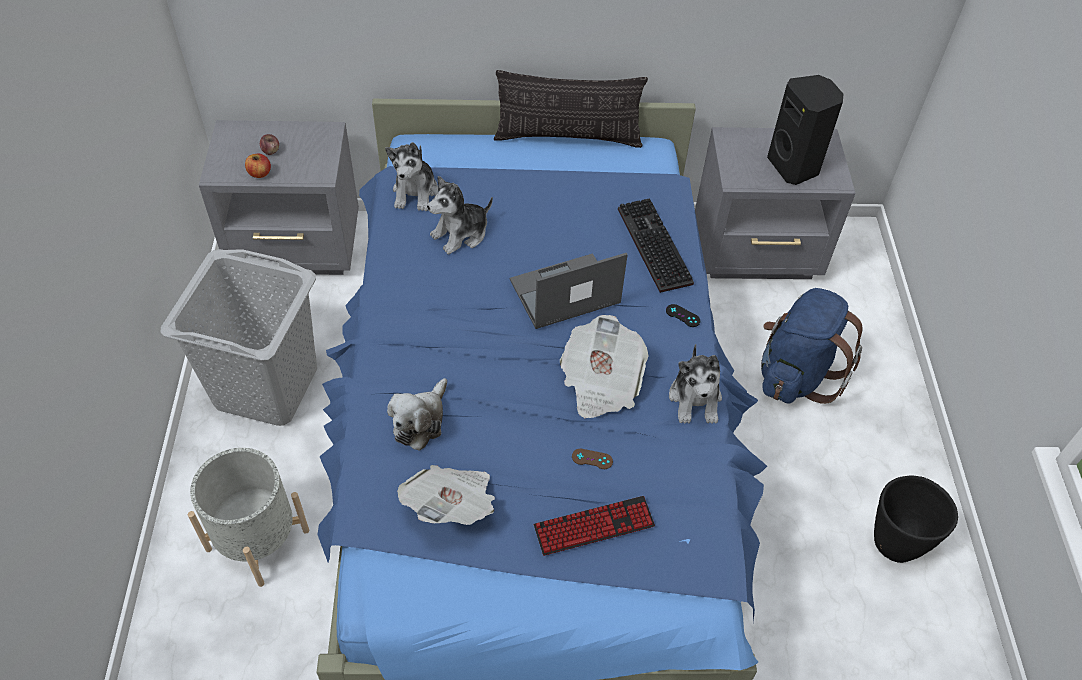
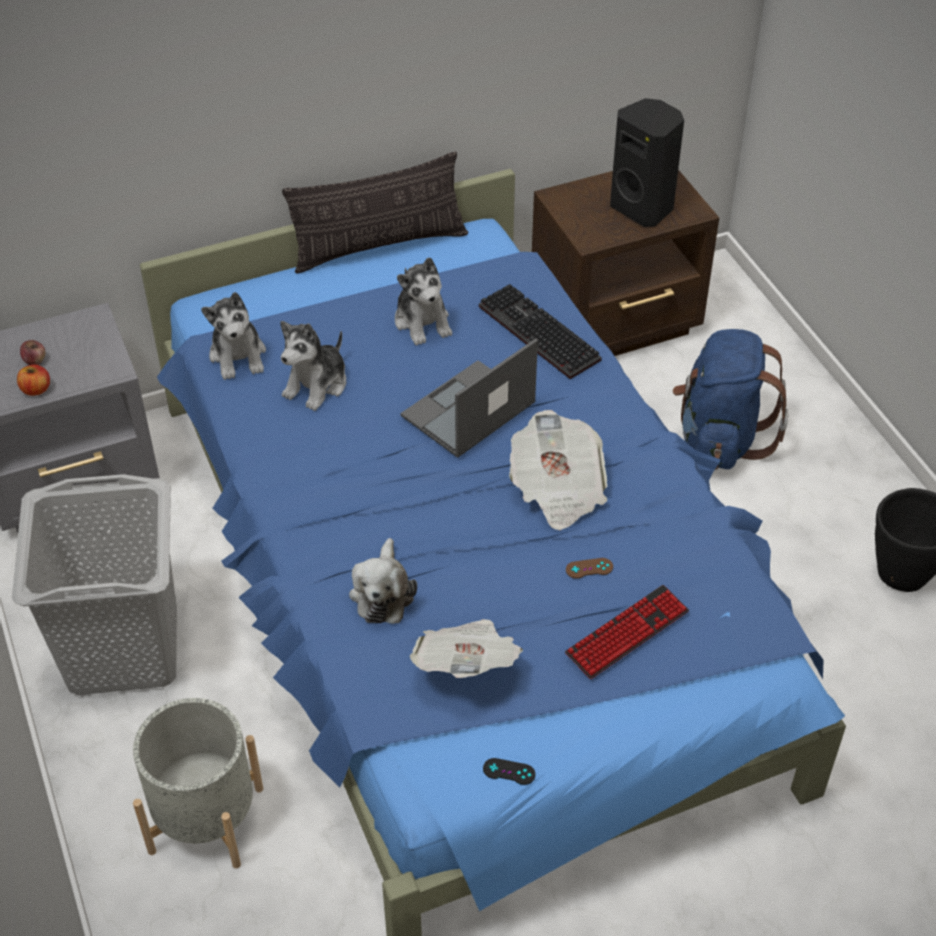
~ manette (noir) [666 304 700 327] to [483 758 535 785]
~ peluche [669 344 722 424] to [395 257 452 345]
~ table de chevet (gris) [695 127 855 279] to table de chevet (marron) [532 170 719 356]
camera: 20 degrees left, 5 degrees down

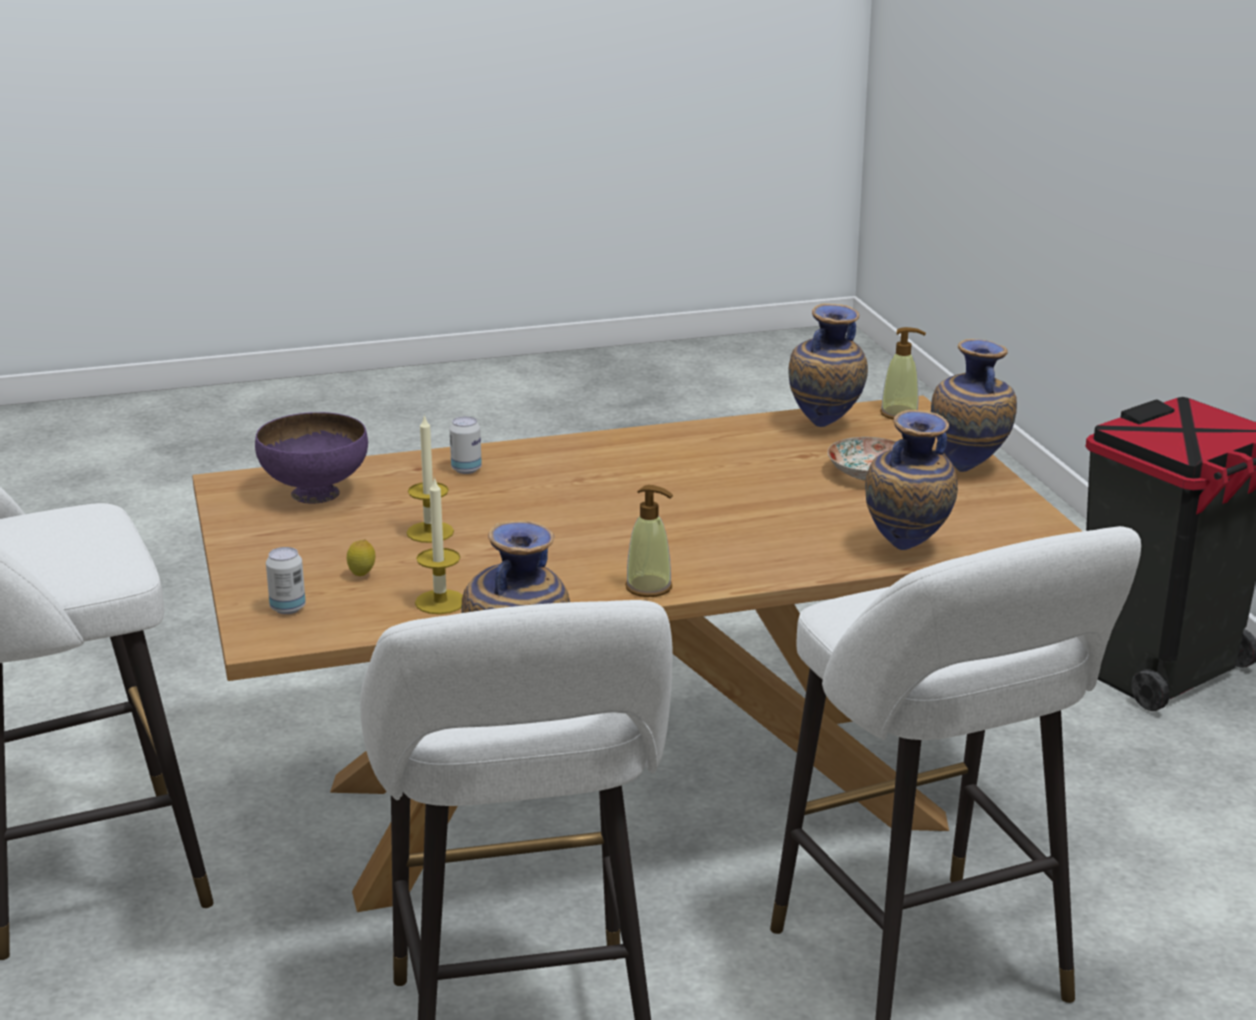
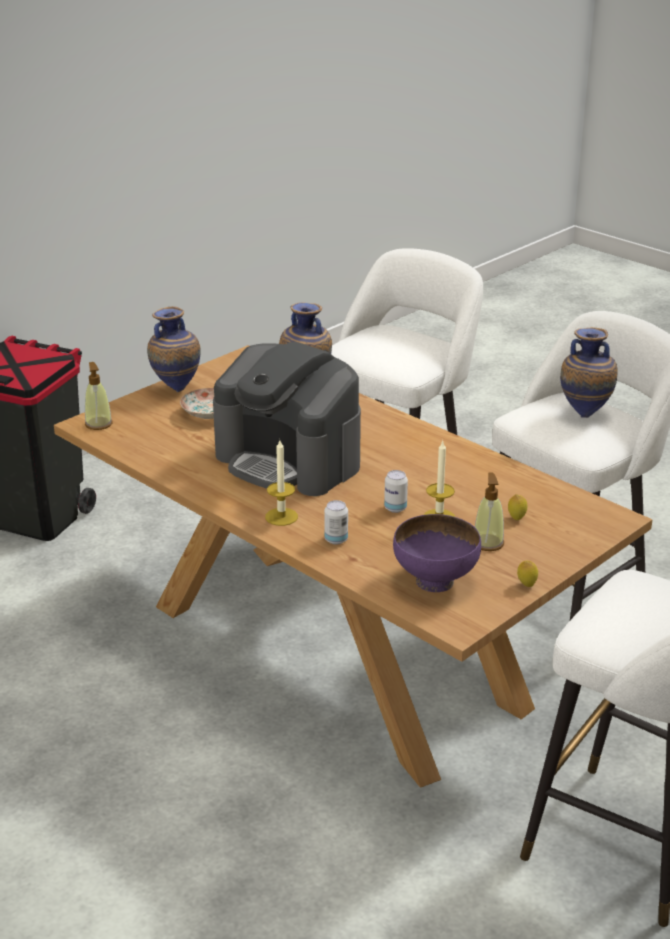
- vase [788 304 868 427]
+ machine à café [213 342 361 496]
+ citron [517 561 538 587]
~ boîte métallique [266 547 306 614] to [384 470 408 513]
~ bougie [415 477 463 614] to [265 440 298 526]
~ distributeur de savon [625 485 673 597] to [475 472 504 551]
camera: 120 degrees left, 5 degrees up

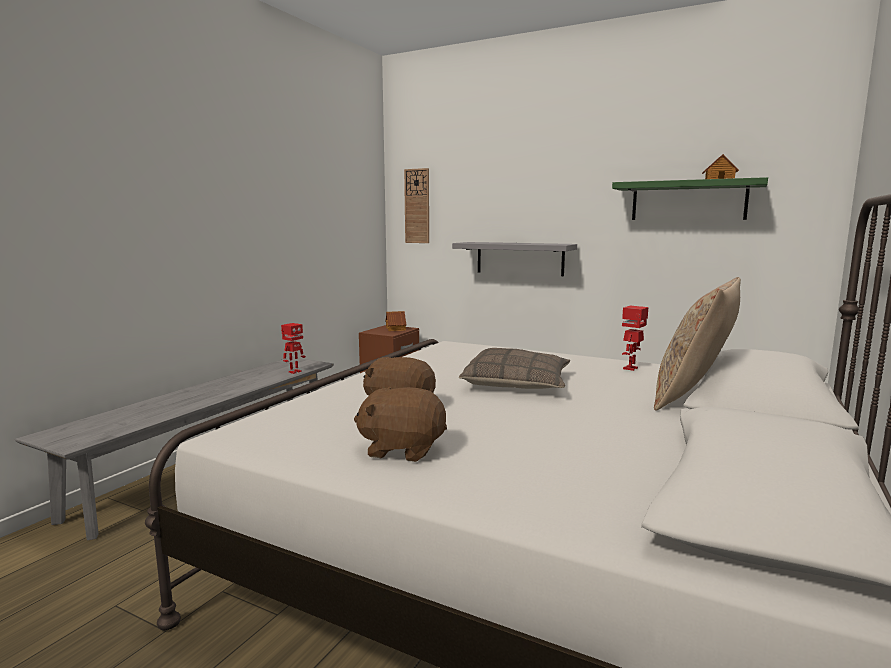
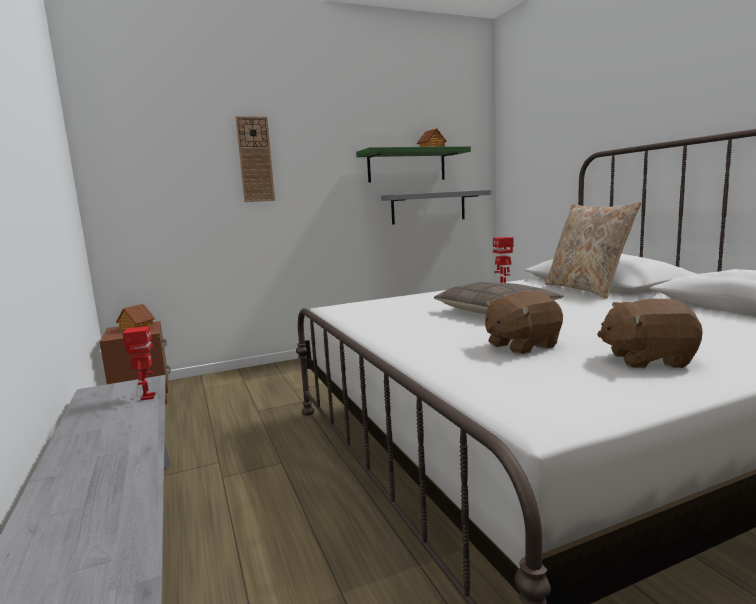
~ horloge murale [404 168 429 243] to [236 116 275 202]
~ étagère (gris) [452 242 577 276] to [381 190 491 225]
~ peluche (marron) [354 387 447 462] = [597 299 703 368] 45 degrees clockwise
camera: 50 degrees left, 0 degrees up

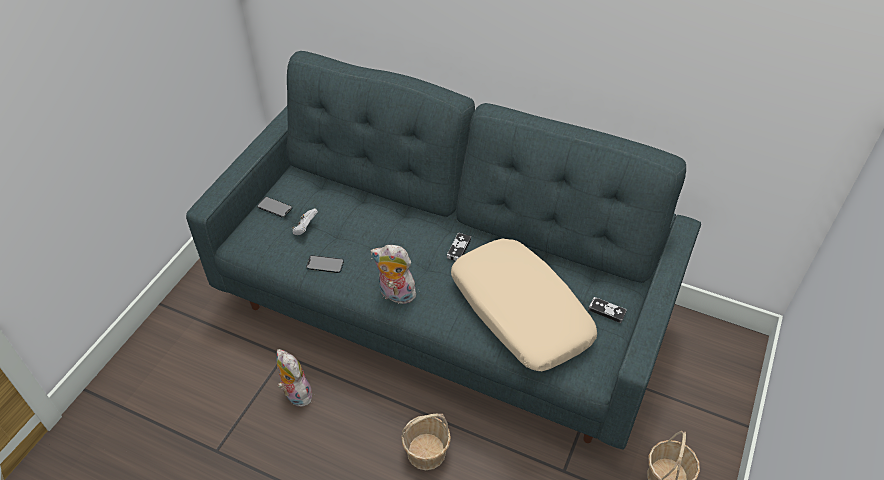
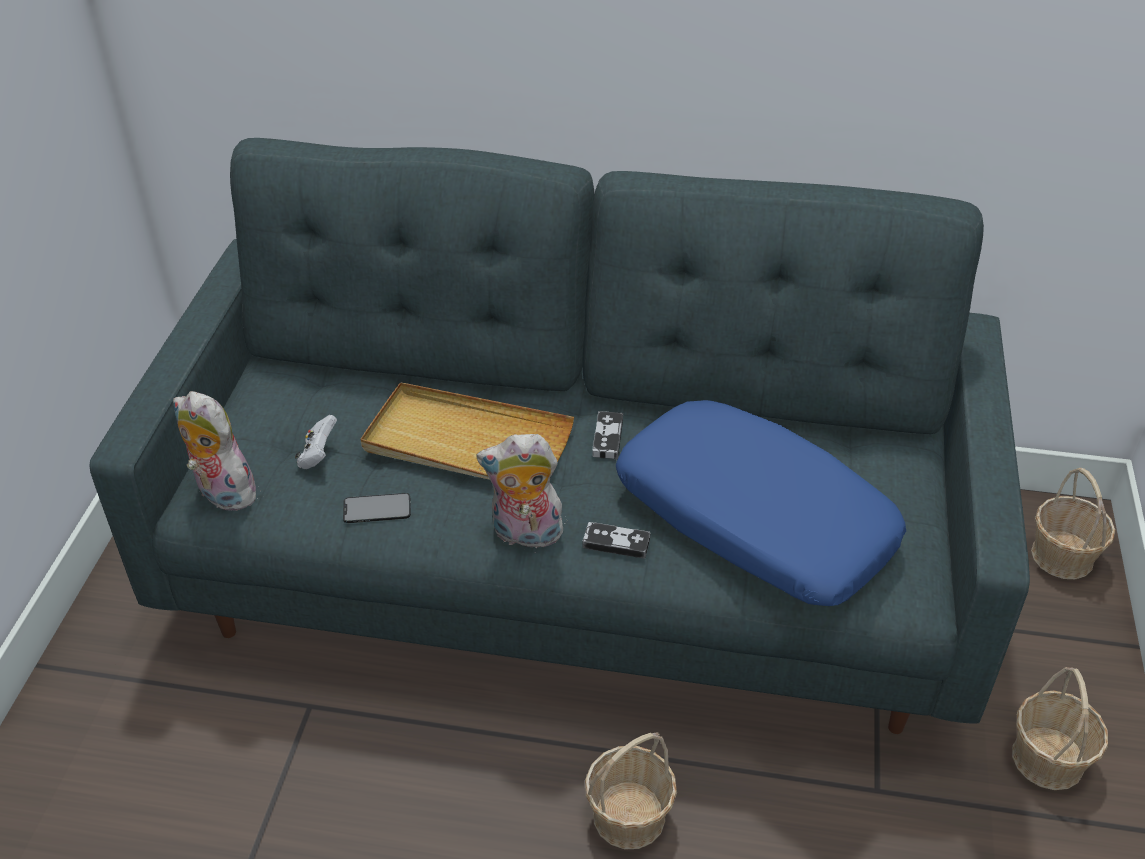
- téléphone [257 197 292 218]
+ plateau (beige) [360 382 574 480]
+ panier [1031 468 1115 579]
~ peluche [276 349 312 407] to [173 391 259 511]
~ manette [588 297 627 323] to [583 522 650 559]
~ coussin (beige) [451 238 597 371] to coussin (bleu) [616 400 906 606]
camera: 15 degrees left, 5 degrees down

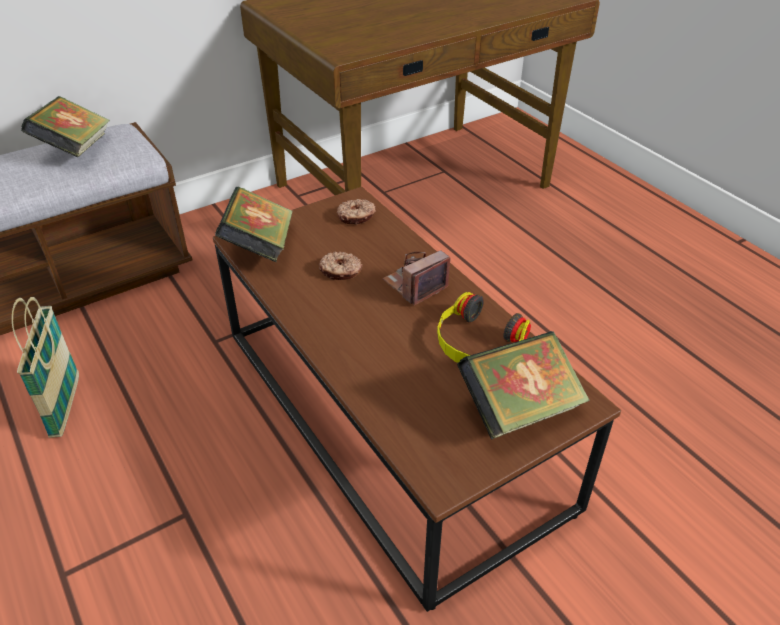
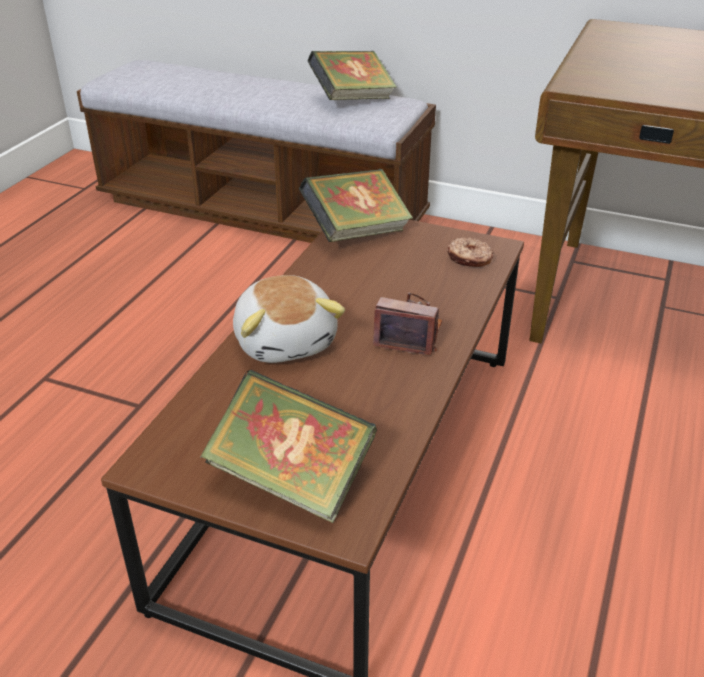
- panier [12 297 79 438]
- beignet [319 251 362 280]
- casque audio [437 292 531 363]
+ peluche [233 275 345 363]
camera: 55 degrees right, 5 degrees down

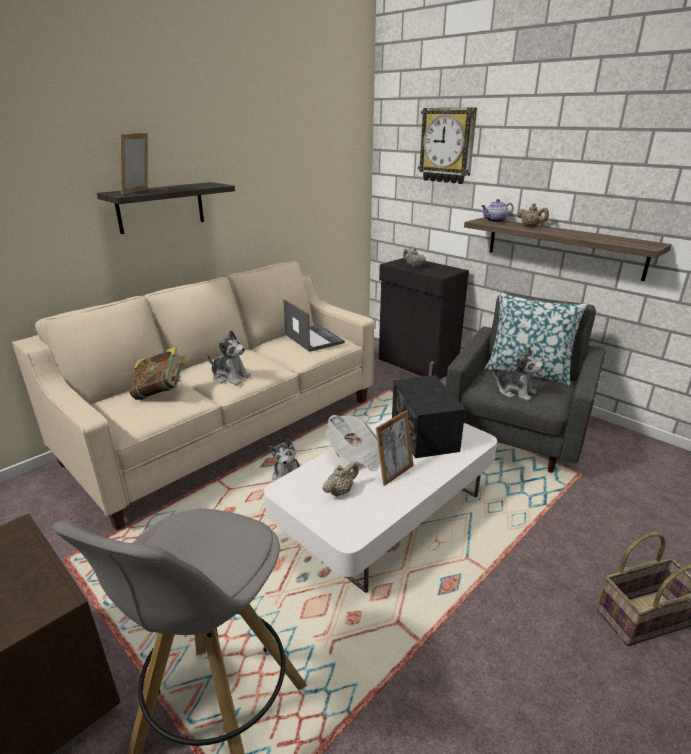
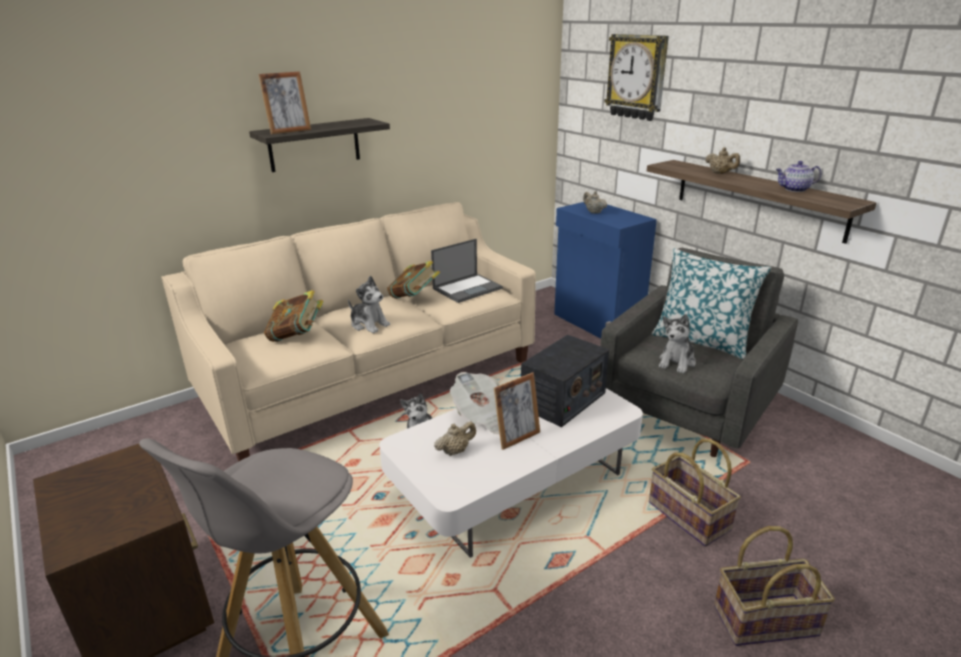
+ livre [387 261 440 299]
+ panier [649 439 741 547]
~ théière [481 199 514 223] to [776 161 822 192]
~ meuble de rangement (noir) [379 258 469 379] to meuble de rangement (bleu) [554 202 657 338]
~ cadre photo [120 133 148 195] = [258 72 311 134] 150 degrees counterclockwise
~ ordinateur portable [283 299 345 352] = [431 239 503 303] 75 degrees clockwise
~ radio [392 375 465 458] = [521 335 609 427] 135 degrees counterclockwise
~ peluche [493 346 543 401] = [659 314 696 374] 75 degrees clockwise
camera: 10 degrees right, 0 degrees up

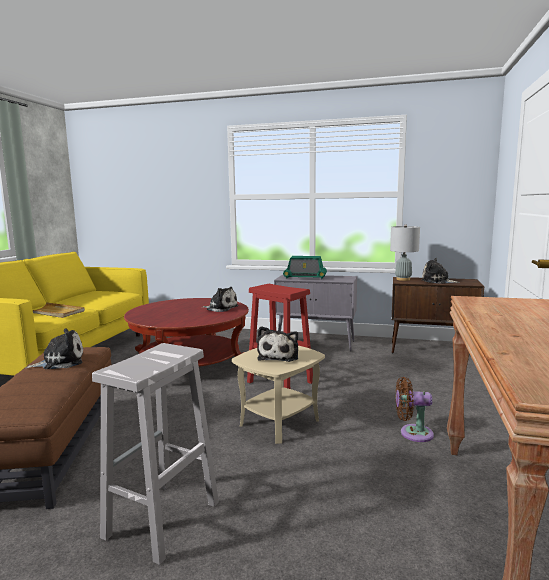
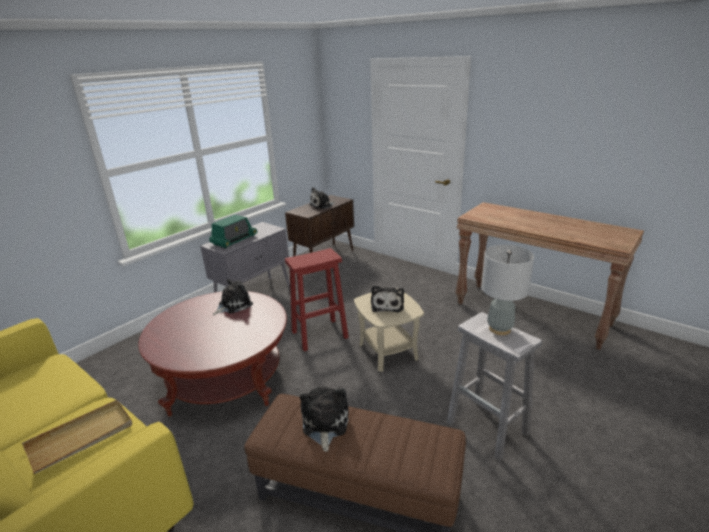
- ventilateur (marron) [396 377 434 442]
~ lampe de table (gris) [390 224 420 281] to [481 245 534 335]
~ peluche [257 326 298 362] = [371 285 404 312] 60 degrees clockwise
camera: 65 degrees left, 15 degrees up

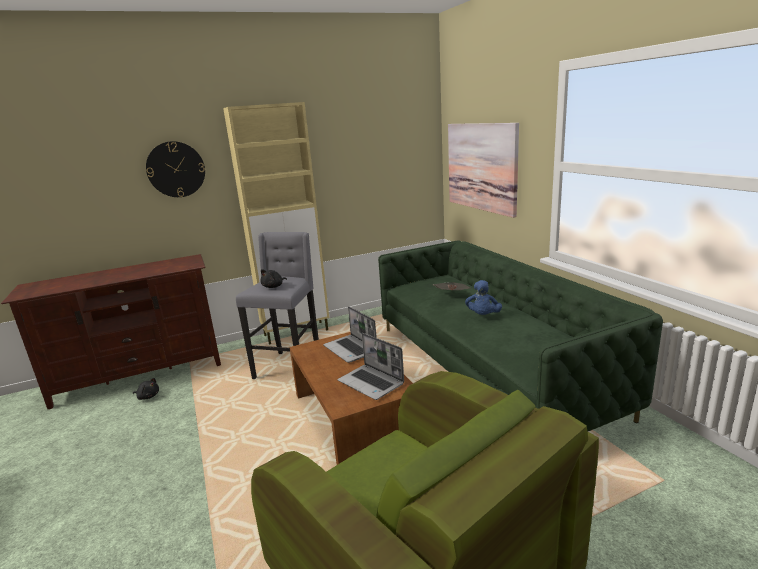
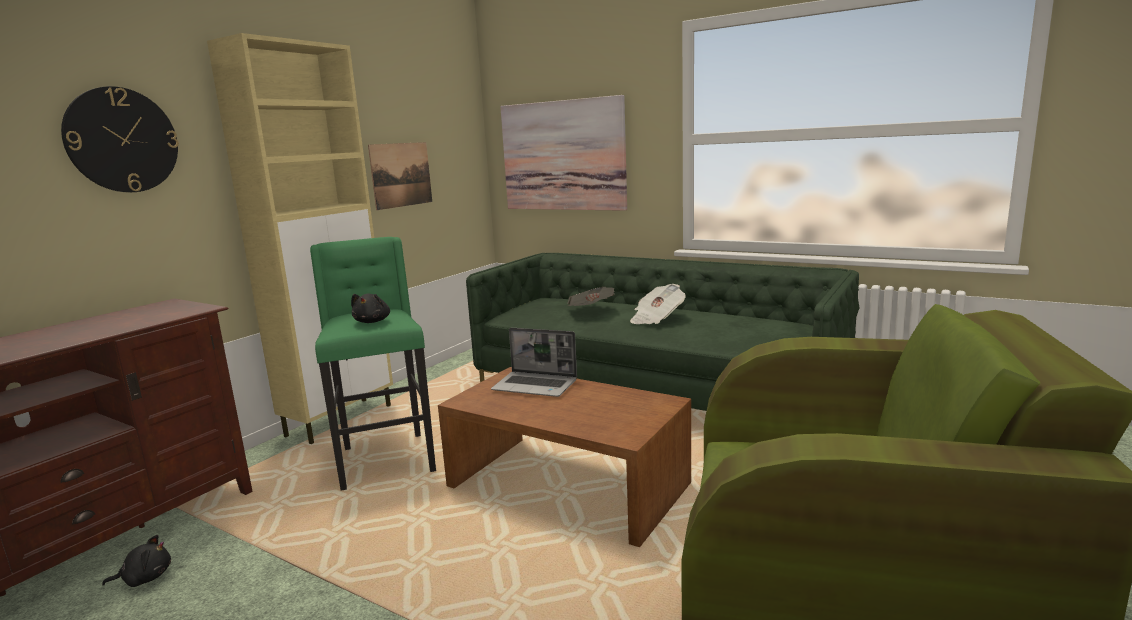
- ordinateur portable [337 333 404 400]
+ tableau [368 142 432 210]
~ peluche (bleu) [465 280 502 315] to journal [630 284 686 324]
~ tabouret (gris) [236 232 319 379] to tabouret (vert) [310 237 436 491]
camera: 35 degrees left, 5 degrees down

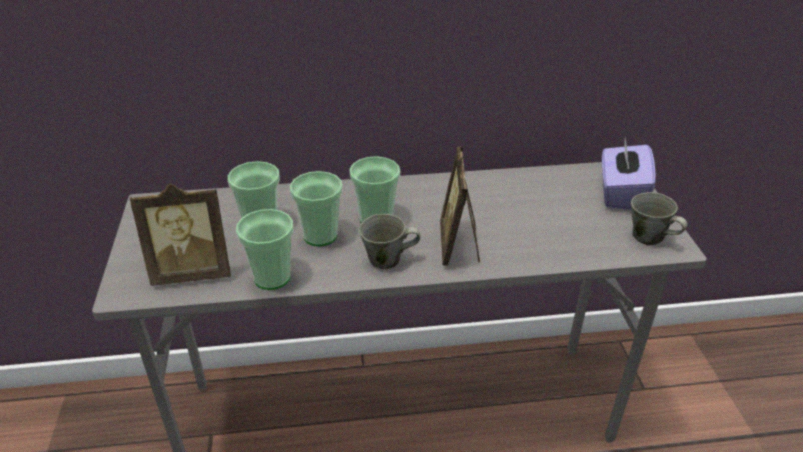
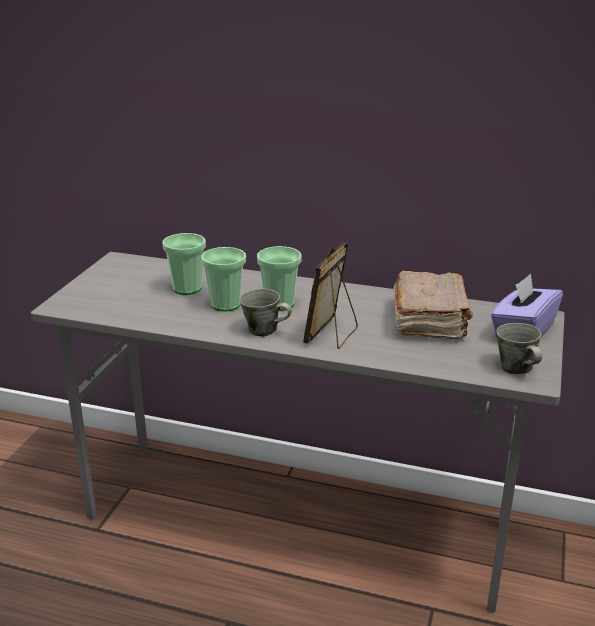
- cadre photo [130 183 231 286]
- tasse [236 209 293 290]
+ livre (marron) [393 271 473 340]
camera: 25 degrees right, 10 degrees down

